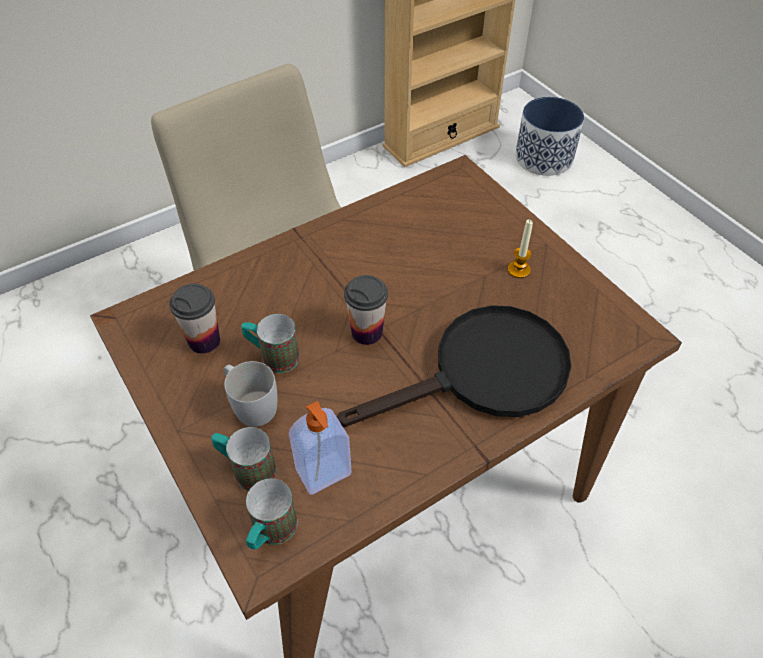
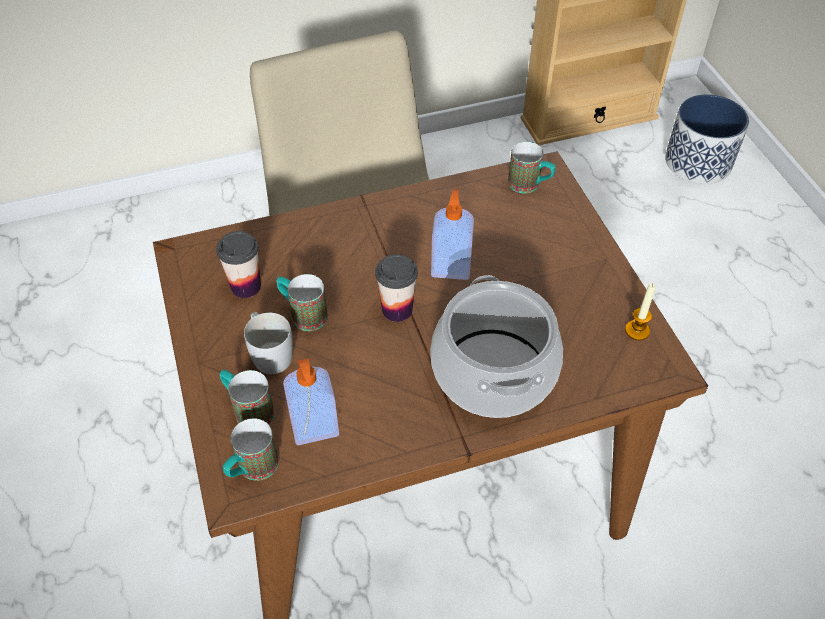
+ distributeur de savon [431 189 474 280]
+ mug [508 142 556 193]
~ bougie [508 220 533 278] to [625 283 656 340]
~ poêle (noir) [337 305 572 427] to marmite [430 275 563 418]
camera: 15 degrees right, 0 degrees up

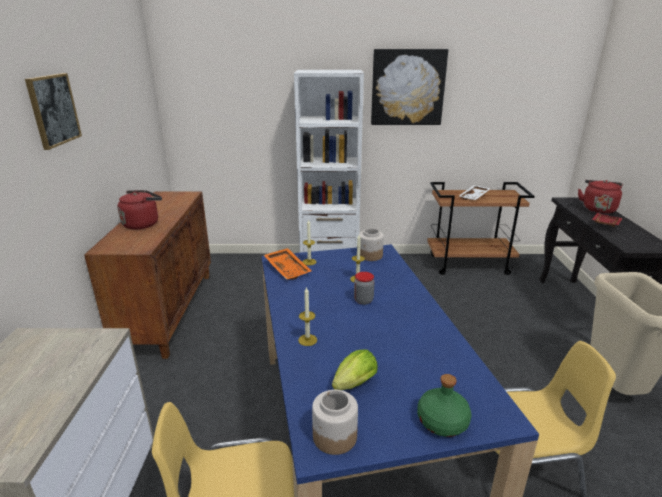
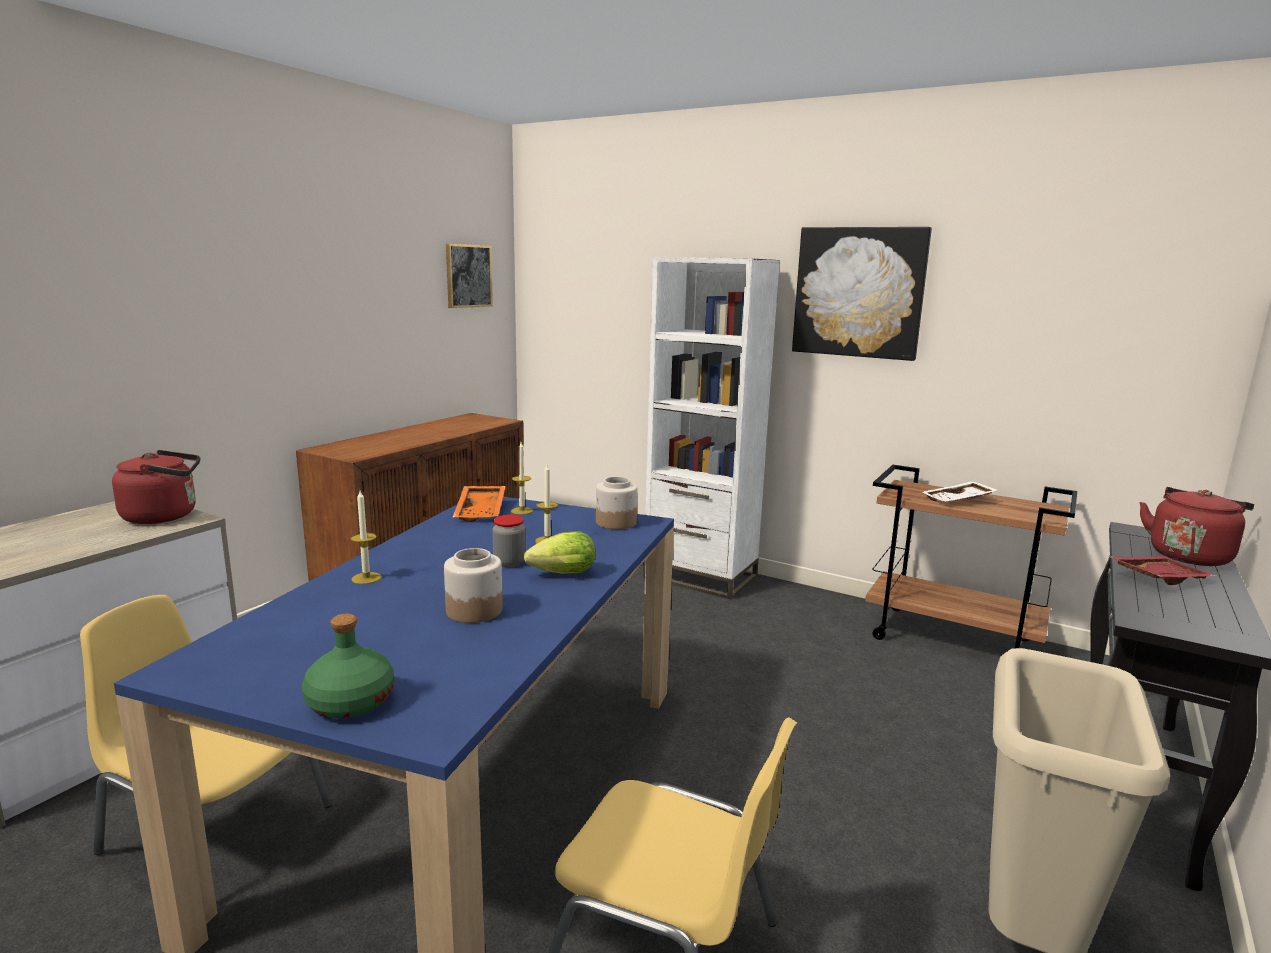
~ tableau [25 73 82 150] to [446 244 493 308]
~ bouilloire (rouge) [117 190 162 230] to [112 450 200 524]
~ bocal [312 390 358 455] to [444 548 503 623]
~ laitue [332 350 378 390] to [524 531 595 574]
camera: 30 degrees right, 10 degrees down

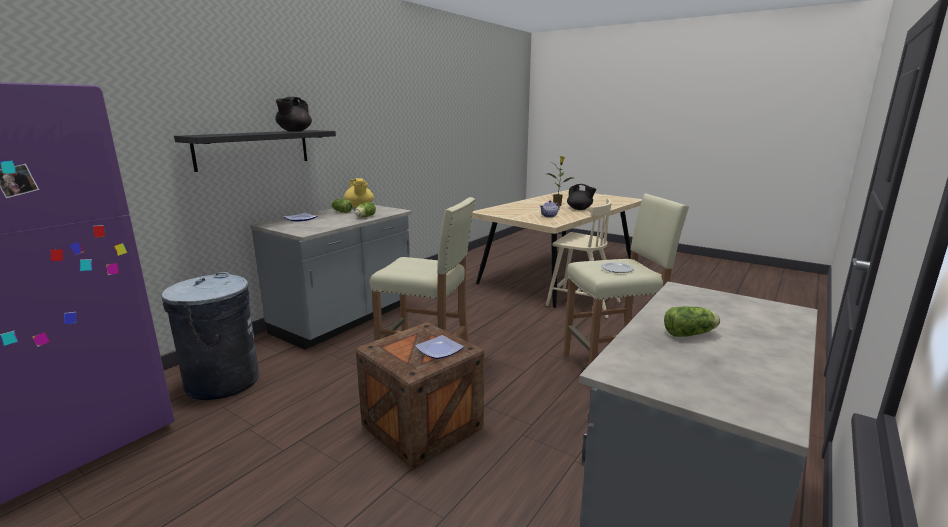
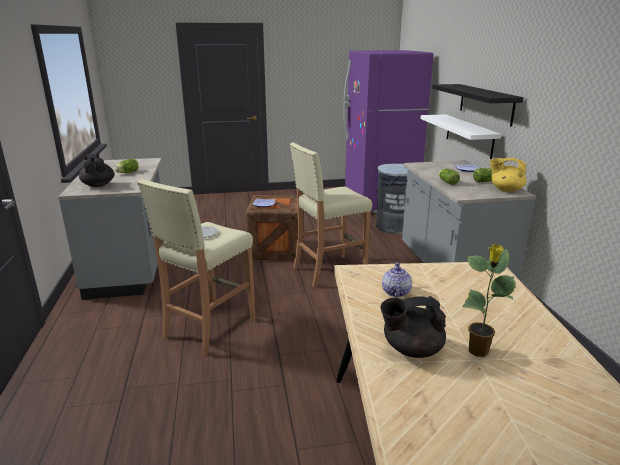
- chaise (beige) [546 198 621 318]
+ étagère (blanc) [421 114 501 159]
~ théière (noir) [275 97 312 132] to [79 153 115 187]
camera: 135 degrees right, 5 degrees up

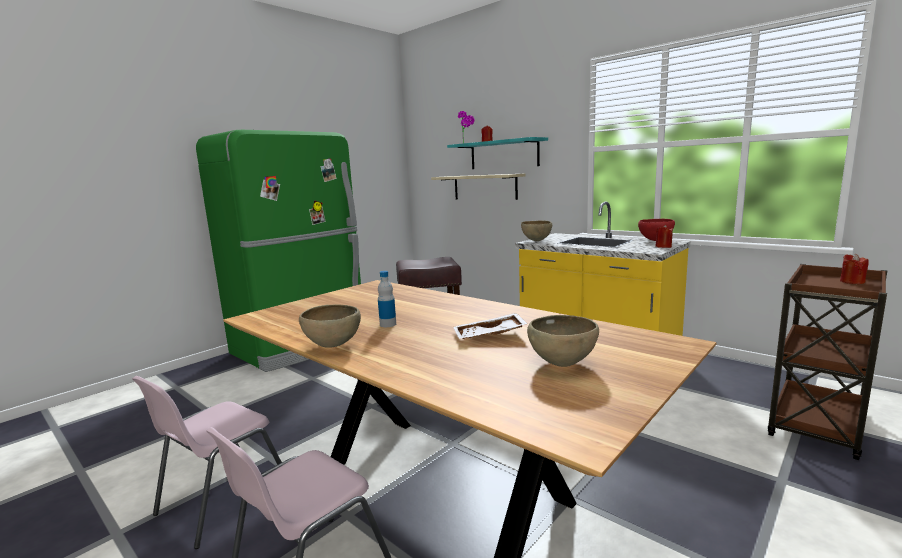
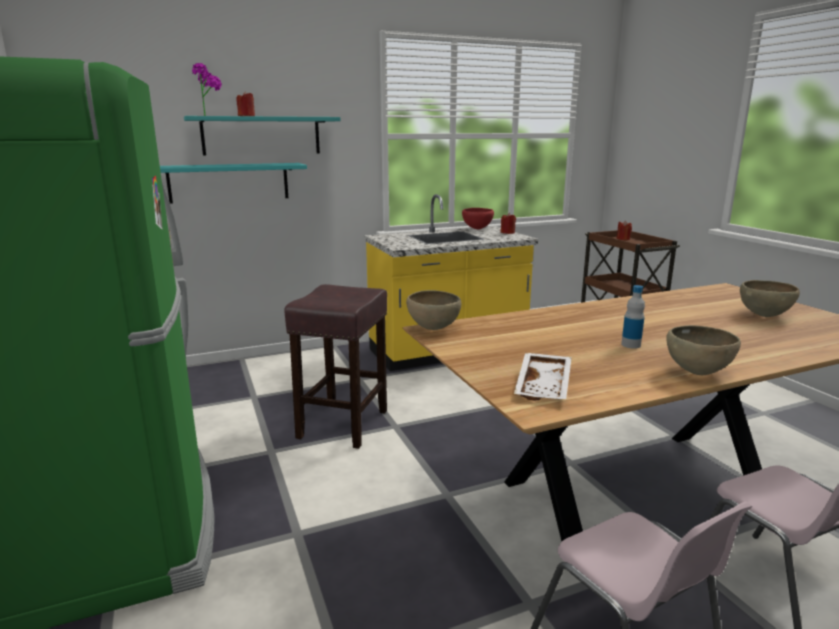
~ plateau (blanc) [453 313 527 339] to [514 353 572 401]
~ bol (marron) [521 220 552 241] to [406 290 461 330]
~ étagère (beige) [431 174 525 200] to étagère (turquoise) [160 163 307 204]
camera: 65 degrees left, 5 degrees up

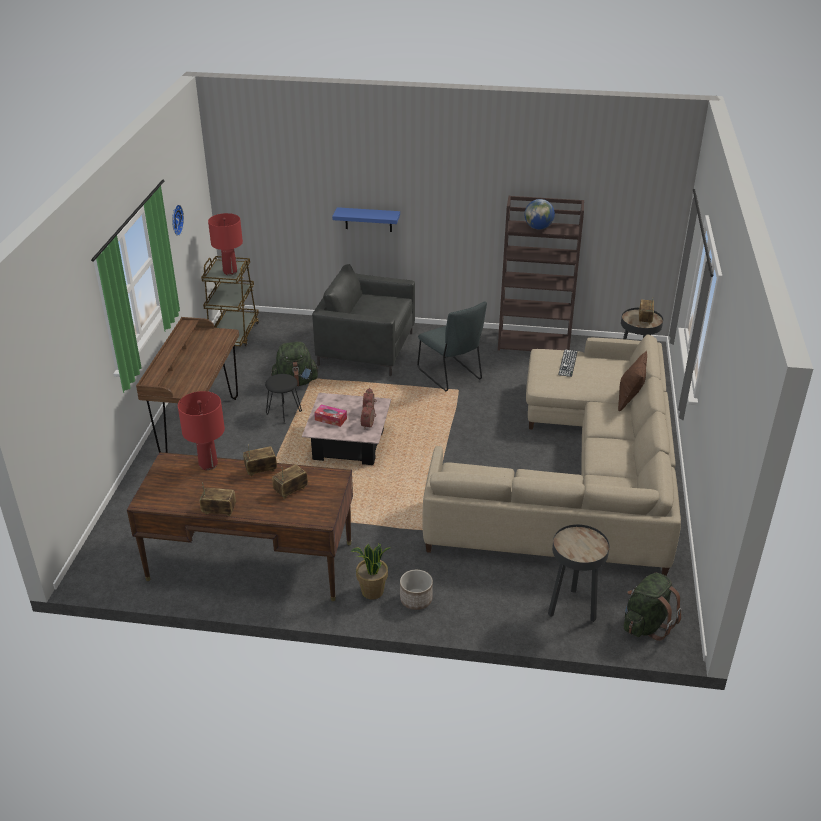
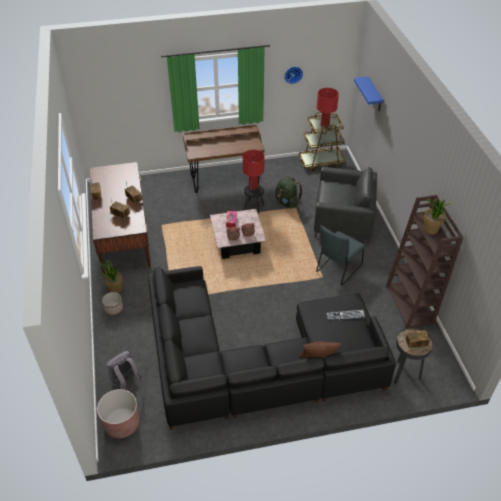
~ lampe de table (rouge) [178 391 225 470] to [243 150 265 190]
~ étagère (bleu) [332 207 400 232] to [354 77 384 111]
~ globe [525 199 555 229] to plante en pot [424 198 451 235]
~ table d'appoint (noir) [548 524 609 622] to sac à dos (gris) [106 351 143 390]
~ sac à dos (vert) [624 573 682 641] to cache-pot (marron) [97 389 139 438]
~ canapé (beige) [422 334 681 576] to canapé (noir) [148 266 396 430]
~ fauteuil (gris) [312 264 415 376] = [314 167 377 244] 105 degrees clockwise
camera: 70 degrees right, 10 degrees up

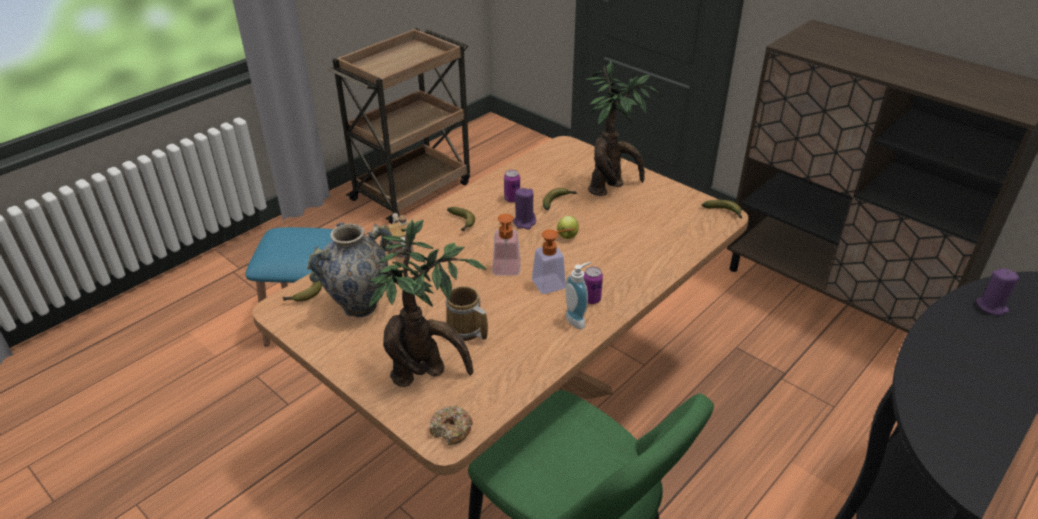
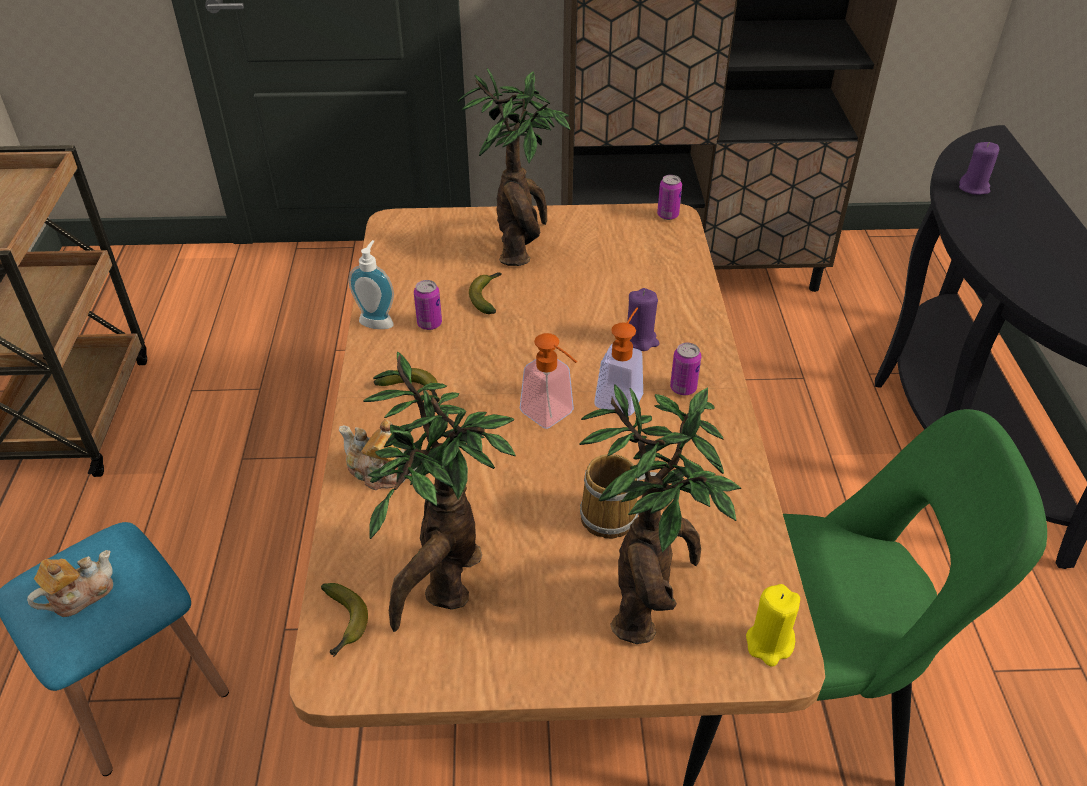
- pomme [557 216 579 239]
+ théière [27 550 113 617]
~ bougie (violet) [513 188 536 229] to [627 288 659 351]
~ distributeur de savon [565 262 591 329] to [349 240 394 329]
~ vase [307 222 394 318] to plante en pot [363 352 516 632]
~ beignet [430 406 473 445] to bougie (jaune) [746 584 800 667]
~ banane [701 200 742 219] to boîte métallique [657 175 682 220]
camera: 45 degrees left, 5 degrees up

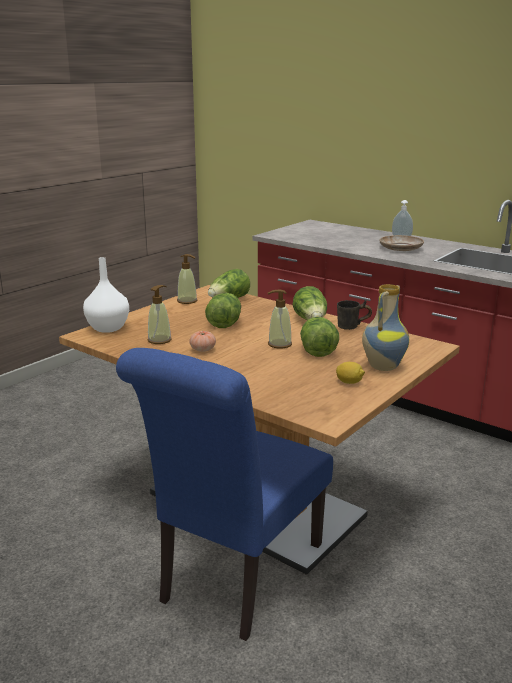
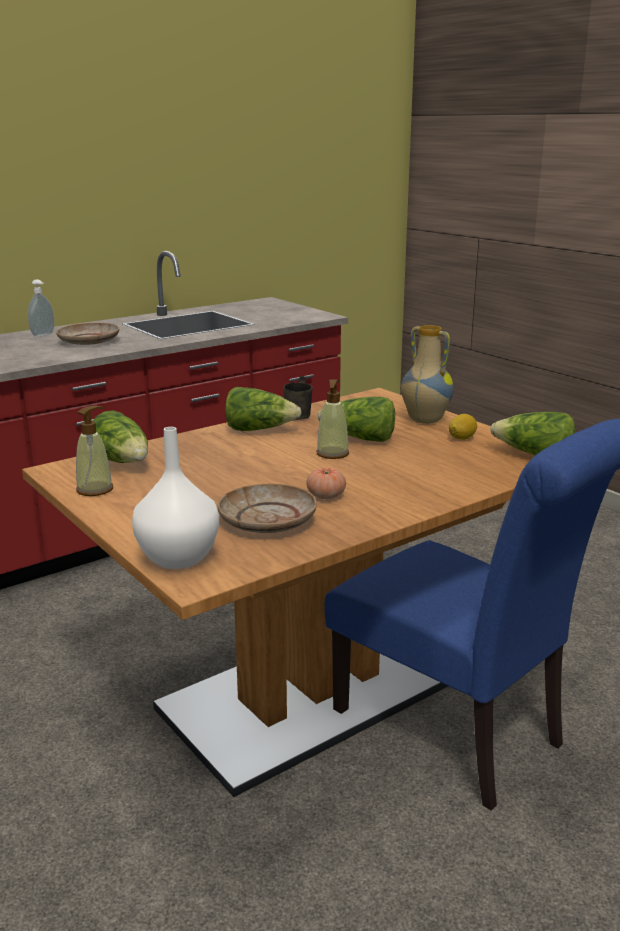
~ laitue [205 293 241 328] to [490 412 575 455]
~ distributeur de savon [147 285 172 344] to assiette (beige) [218 484 317 533]
camera: 75 degrees left, 0 degrees up

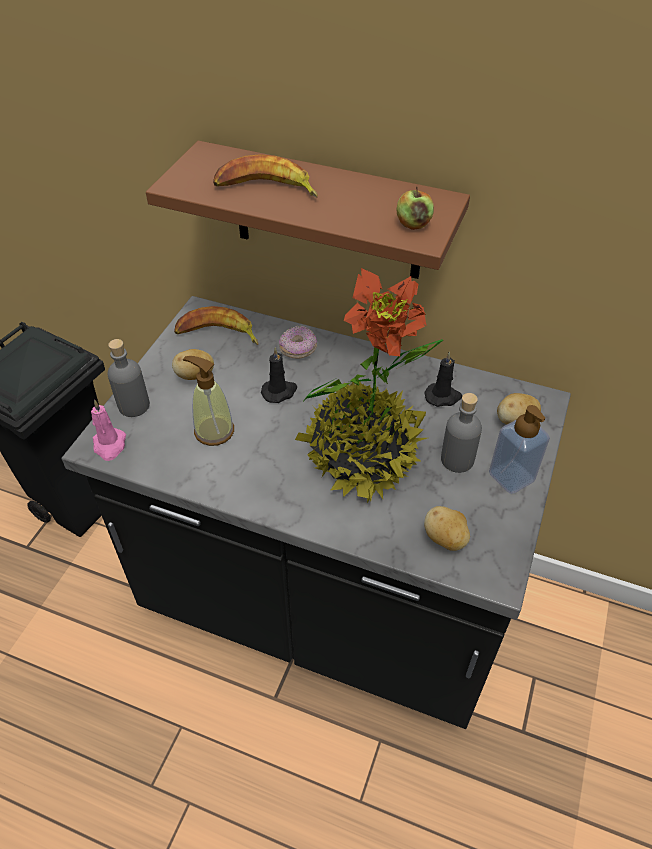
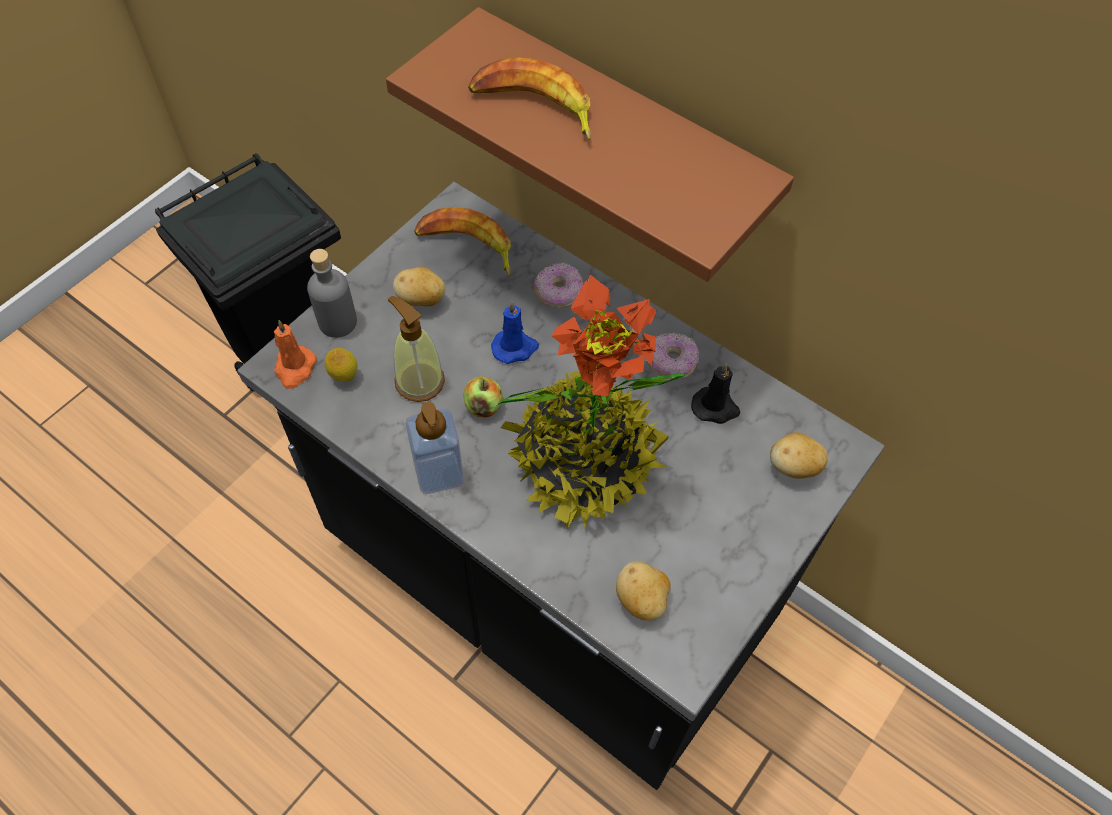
- bouteille (gris) [441 393 482 473]
+ citron [325 348 358 382]
+ beignet [648 333 699 380]
~ pomme [396 187 434 230] to [463 376 503 417]
~ distributeur de savon [489 405 550 494] to [405 402 464 494]
~ bougie (rose) [91 399 126 461] to bougie (orange) [274 320 317 389]
~ bougie (noir) [261 347 297 403] to bougie (bleu) [491 301 539 364]
camera: 15 degrees right, 10 degrees up

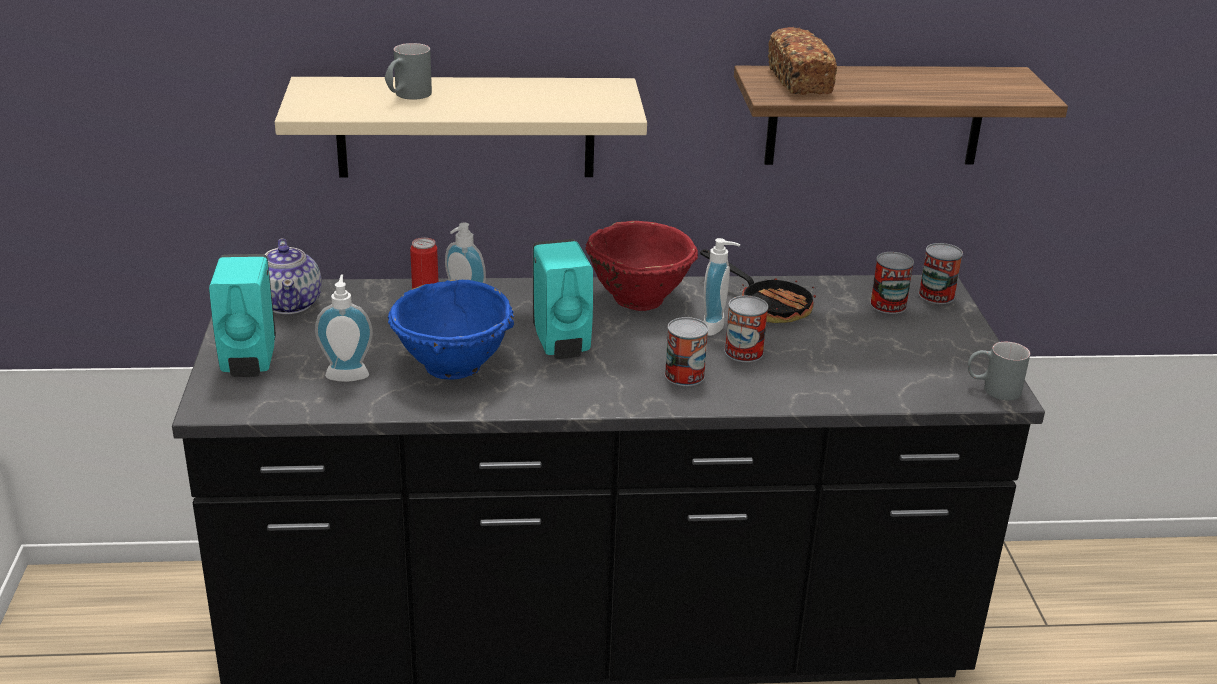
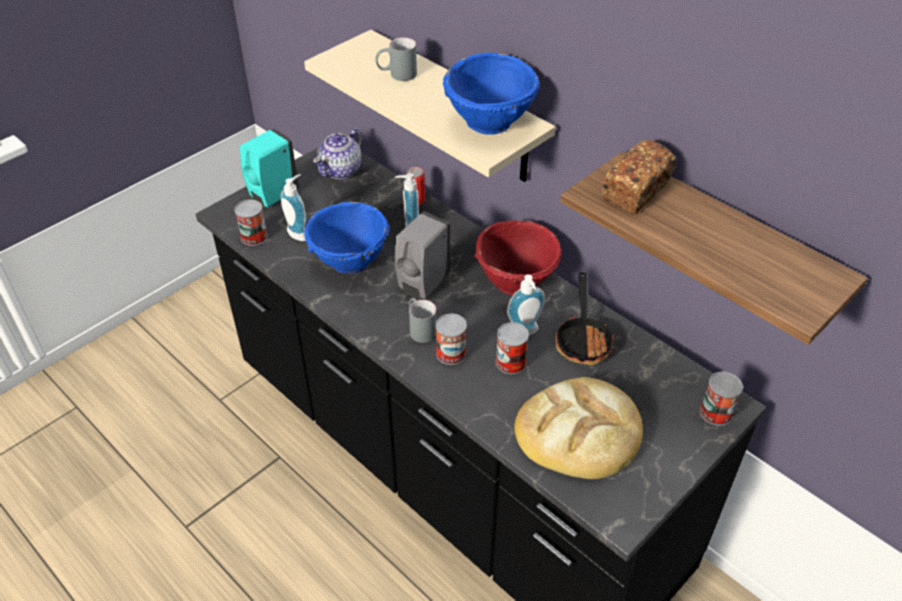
+ bol (bleu) [443 53 540 135]
+ pain [514 377 643 479]
~ boîte métallique [870 252 914 314] to [235 200 268 246]
~ mug (gris) [968 342 1030 400] to [408 298 437 343]
~ distributeur de savon (turquoise) [533 239 593 359] to distributeur de savon (gris) [395 212 450 299]
camera: 50 degrees right, 15 degrees up

